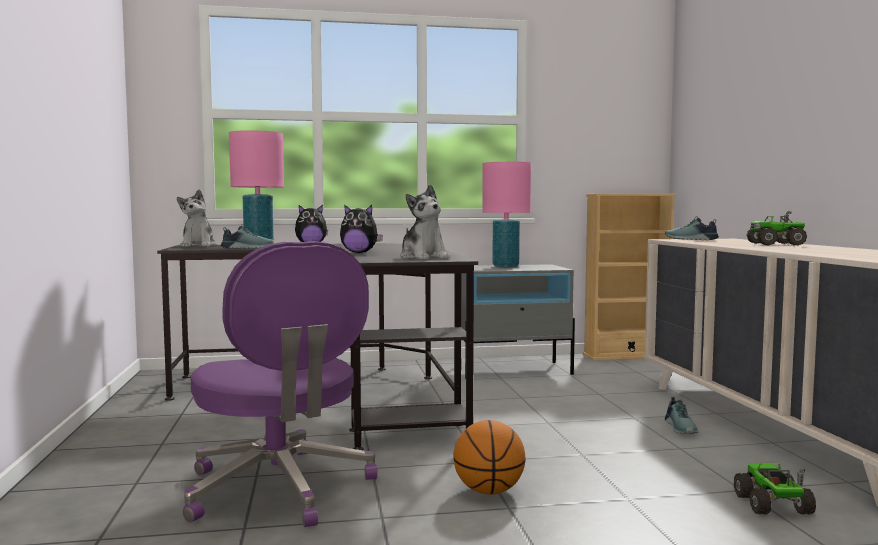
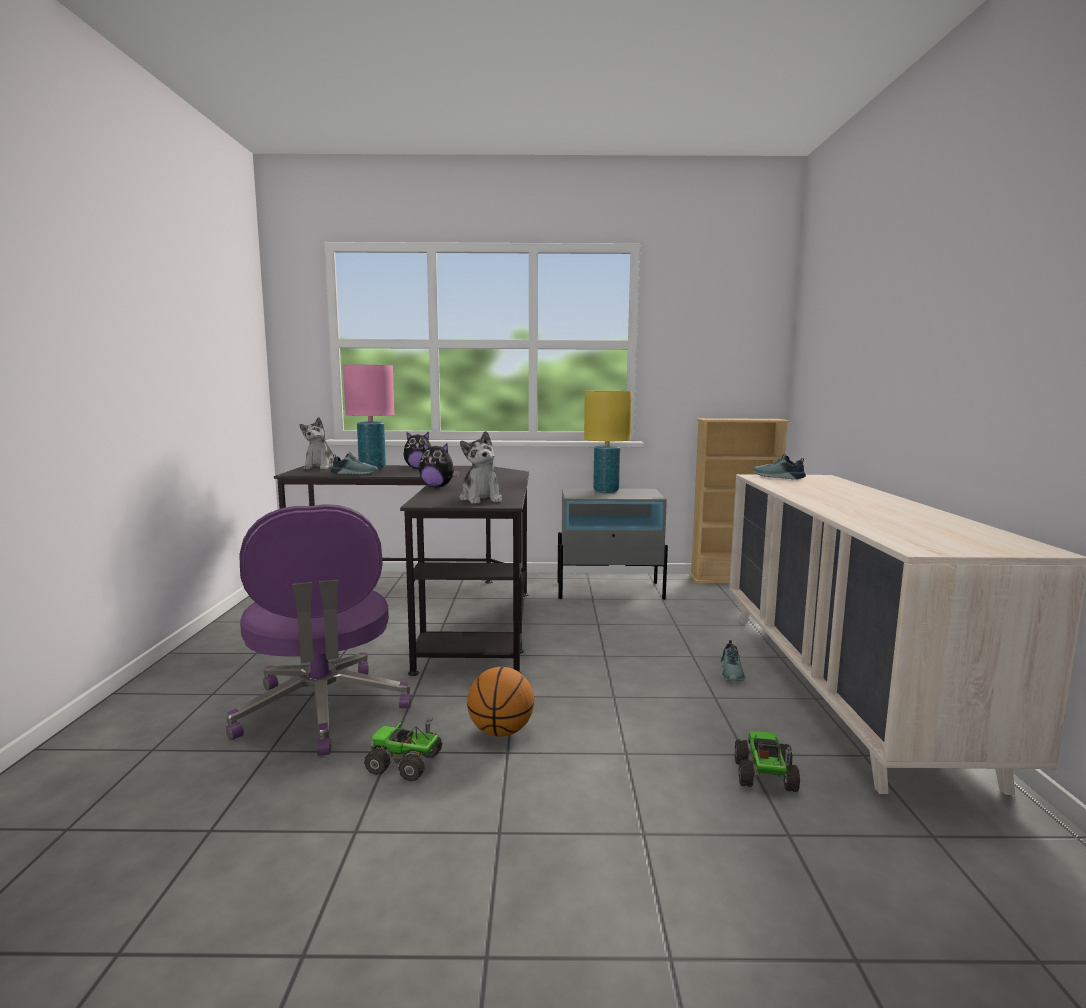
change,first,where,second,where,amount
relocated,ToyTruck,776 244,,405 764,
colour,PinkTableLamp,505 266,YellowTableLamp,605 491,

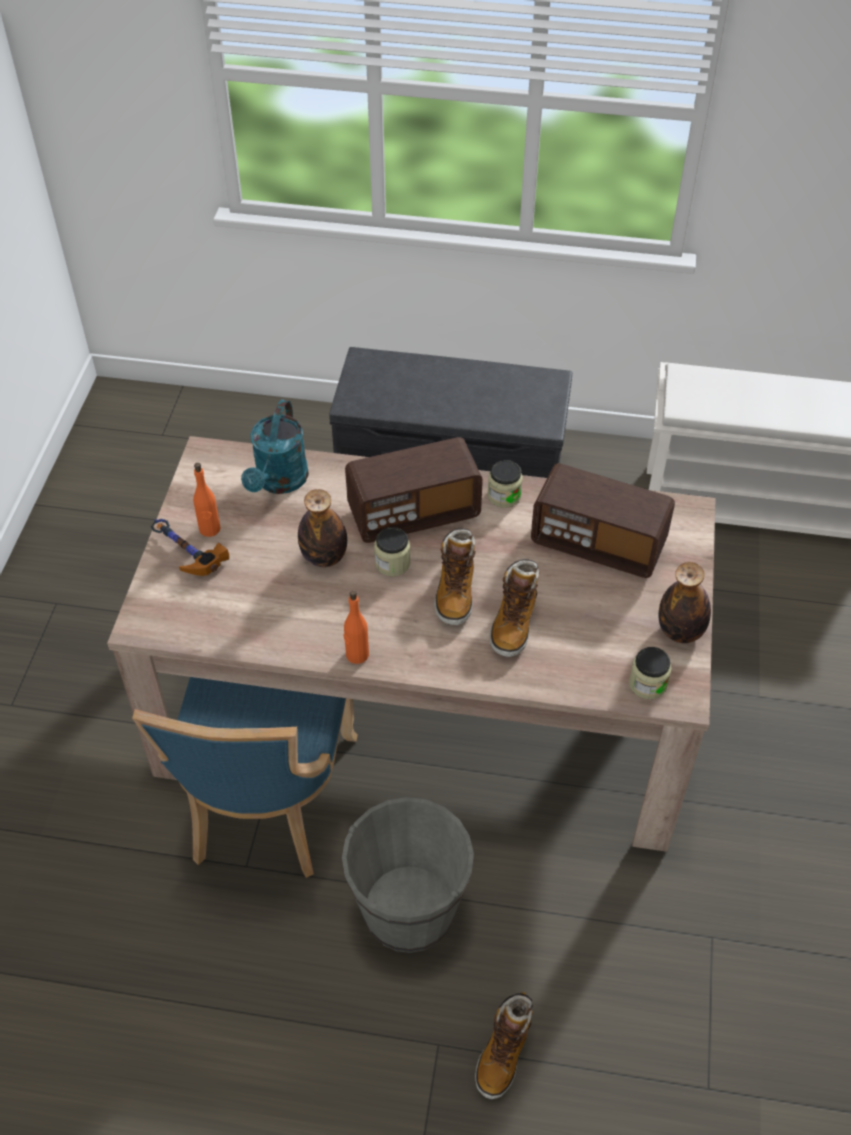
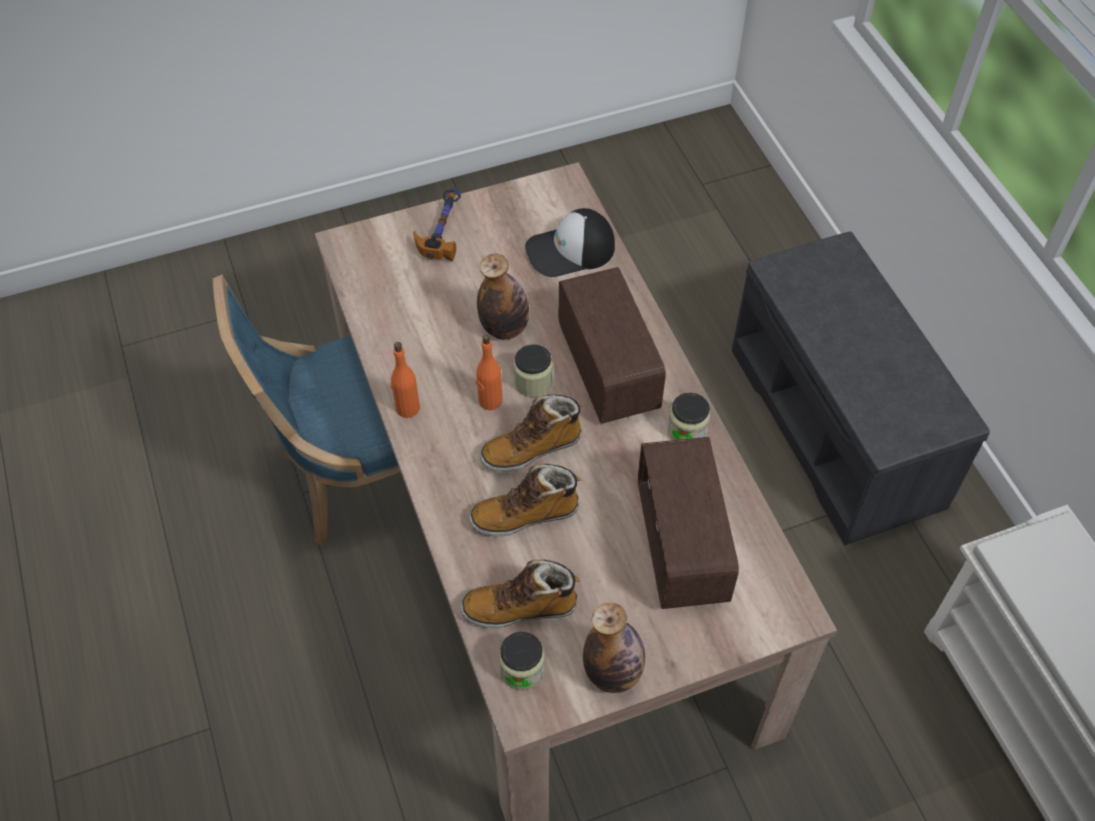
change,first,where,second,where,amount
missing,GreyBucket,409 910,,,
relocated,OrangeBottle,209 529,,490 401,
relocated,Boot,503 1053,,520 607,
exchanged,TurquoiseWateringCan,279 482,Cap,570 250,
spun,Radio,413 513,,607 368,150 degrees counterclockwise

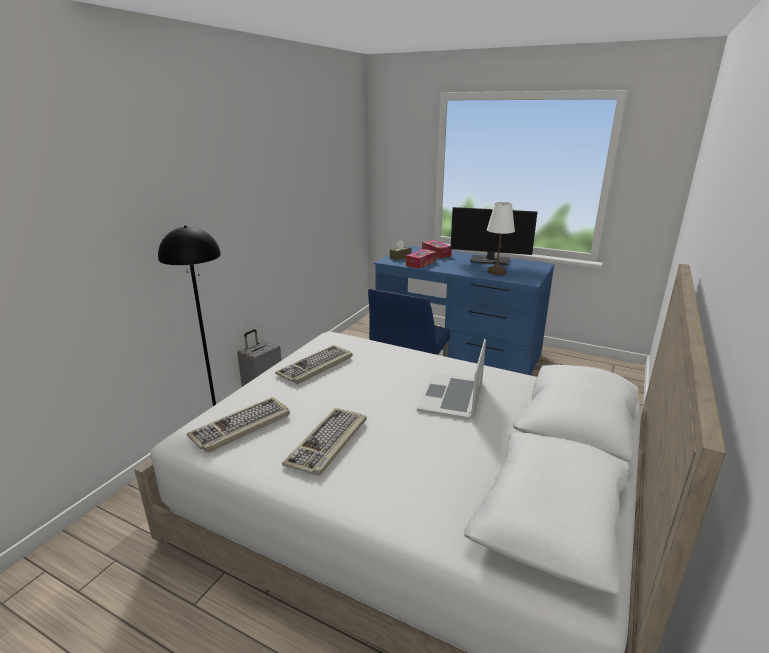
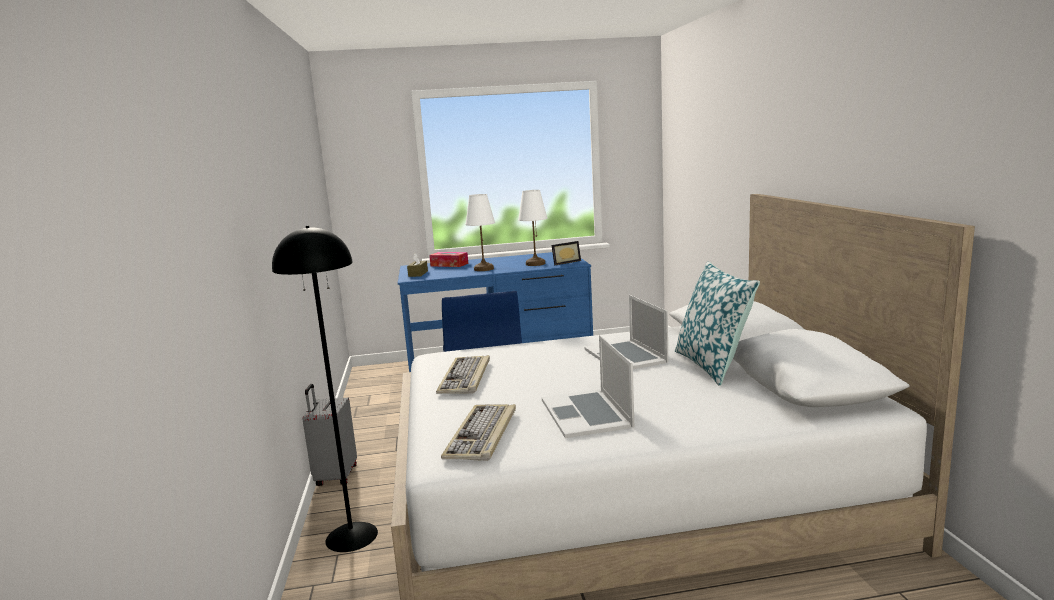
change,first,where,second,where,amount
missing,TissueBox,421 263,,,
missing,Monitor,490 260,,,
appeared,,,WhiteTableLamp,484 269,
appeared,,,PictureFrame,565 262,
appeared,,,Pillow,713 365,
exchanged,Keyboard,328 443,Laptop,586 413,

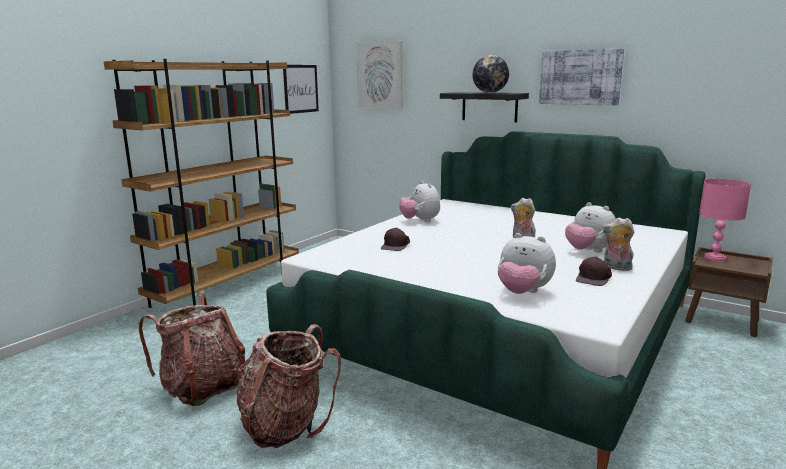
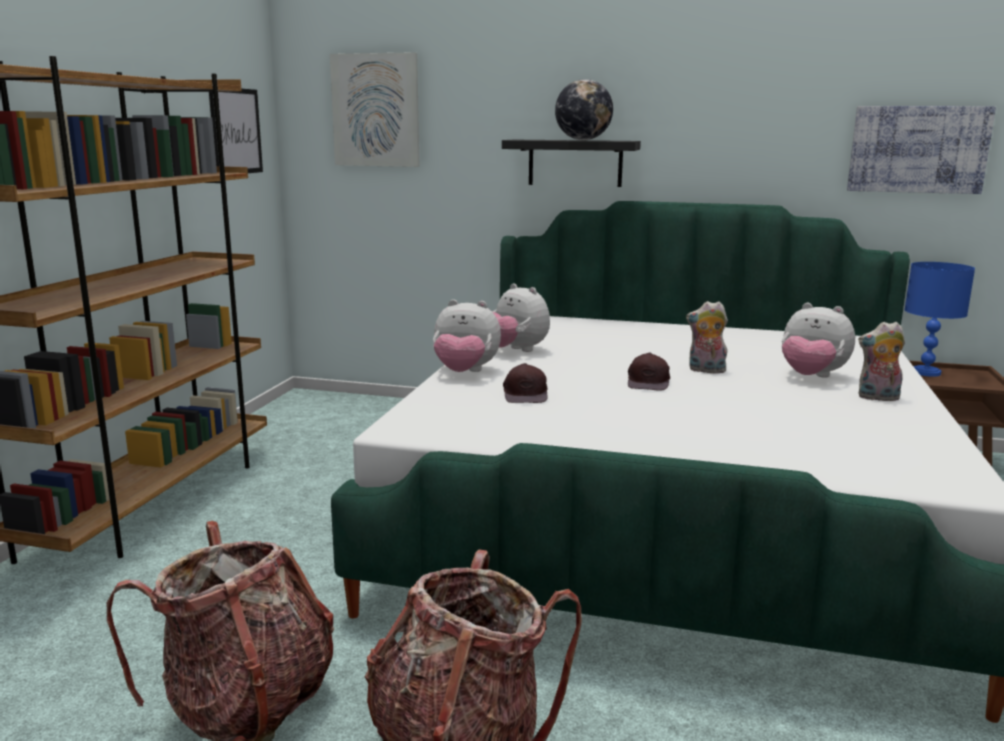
change,first,where,second,where,amount
relocated,PlushToy,523 292,,465 372,
relocated,Picture,580 77,,918 149,
relocated,BrownCap,594 278,,649 382,
colour,PinkTableLamp,714 258,BlueTableLamp,926 372,

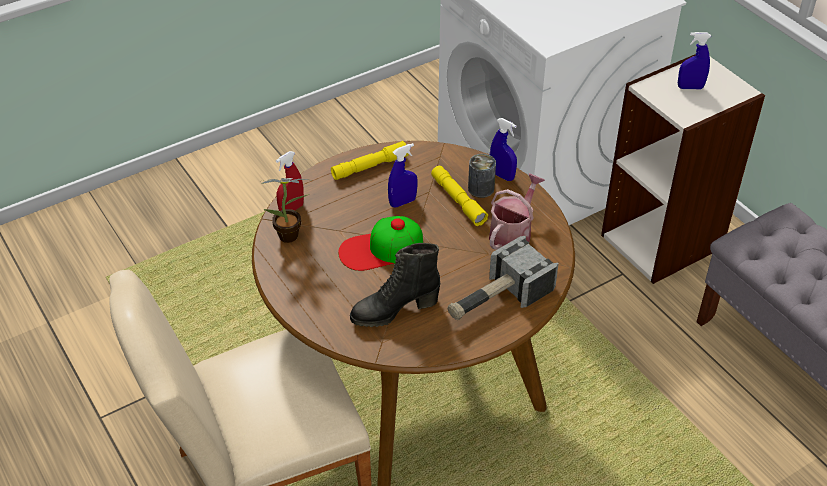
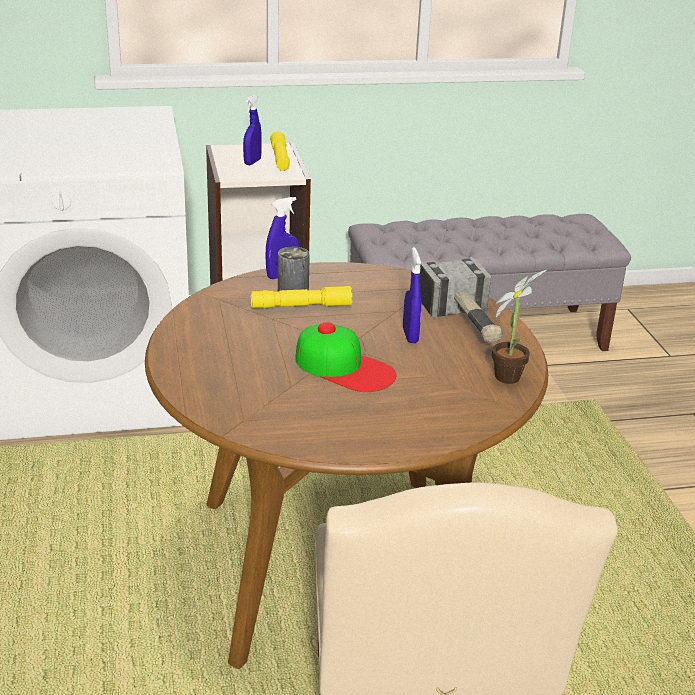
change,first,where,second,where,amount
missing,RedSprayBottle,291 209,,,
missing,BlackBoot,394 310,,,
missing,WateringCan,513 233,,,
relocated,PottedPlant,292 236,,509 375,
relocated,YellowFlashlight,369 167,,280 158,
relocated,BlueSprayBottle,402 202,,410 336,
spun,Cap,381 249,,344 367,60 degrees counterclockwise

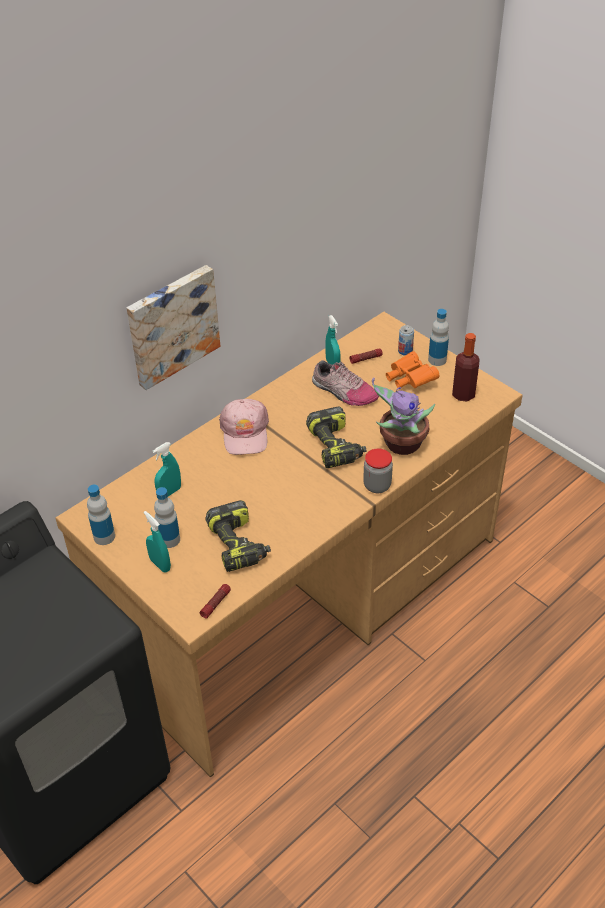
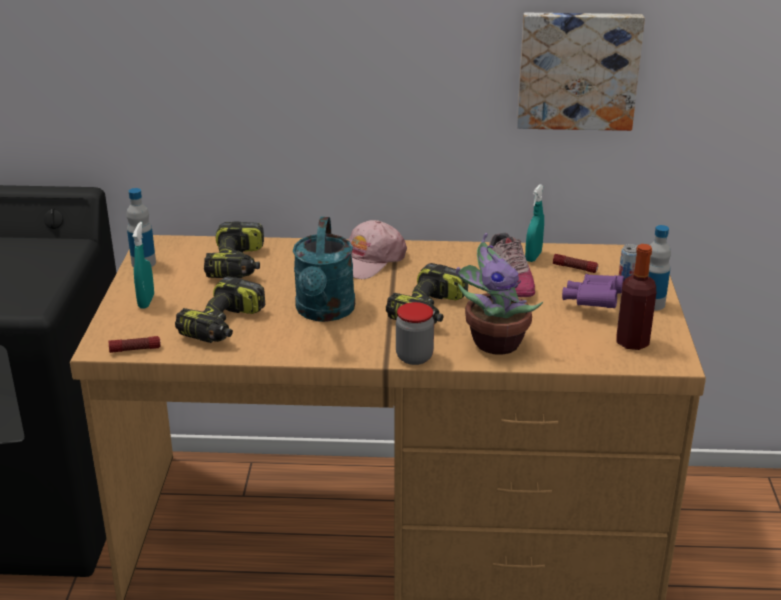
change,first,where,second,where,amount
missing,Bottle,169 539,,,
appeared,,,TurquoiseWateringCan,324 312,
relocated,Picture,171 325,,578 70,
exchanged,TurquoiseSprayBottle,169 492,PowerDrill,238 264,
colour,OrangeBinoculars,409 379,PurpleBinoculars,593 303,

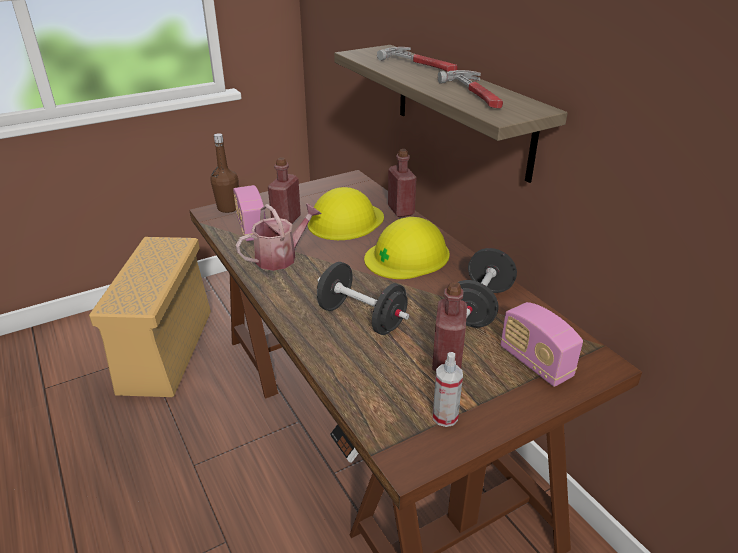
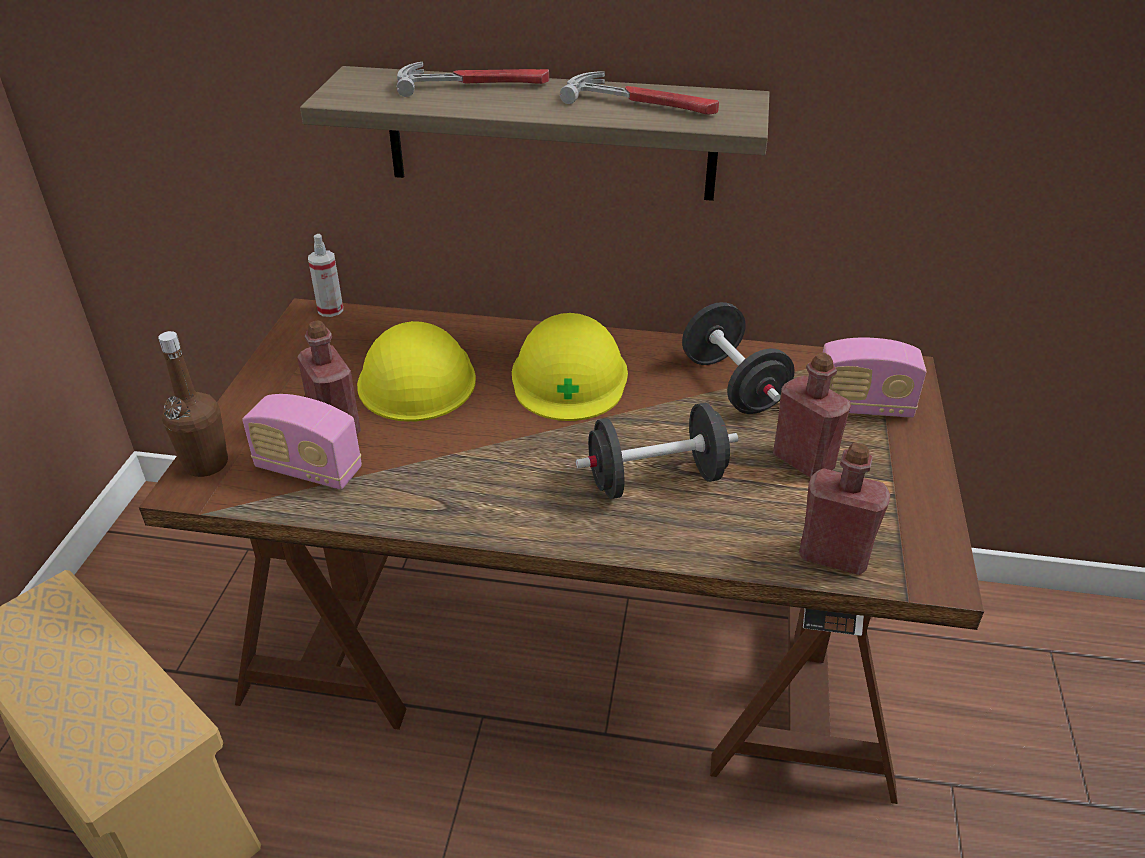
change,first,where,second,where,amount
missing,WateringCan,281 257,,,
relocated,RedBottle,401 210,,833 556,
relocated,SprayBottle,445 417,,330 310,

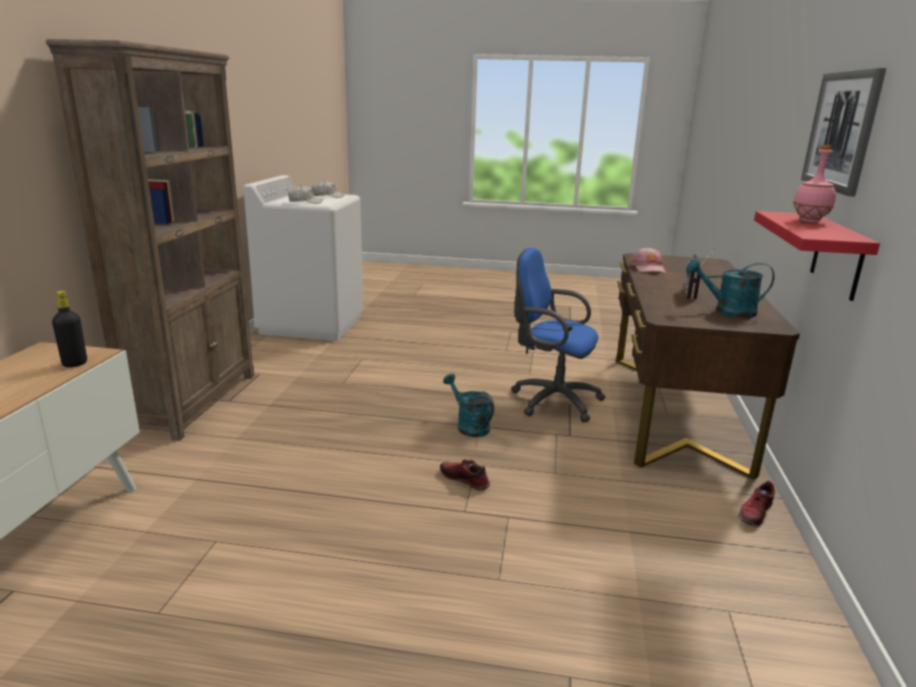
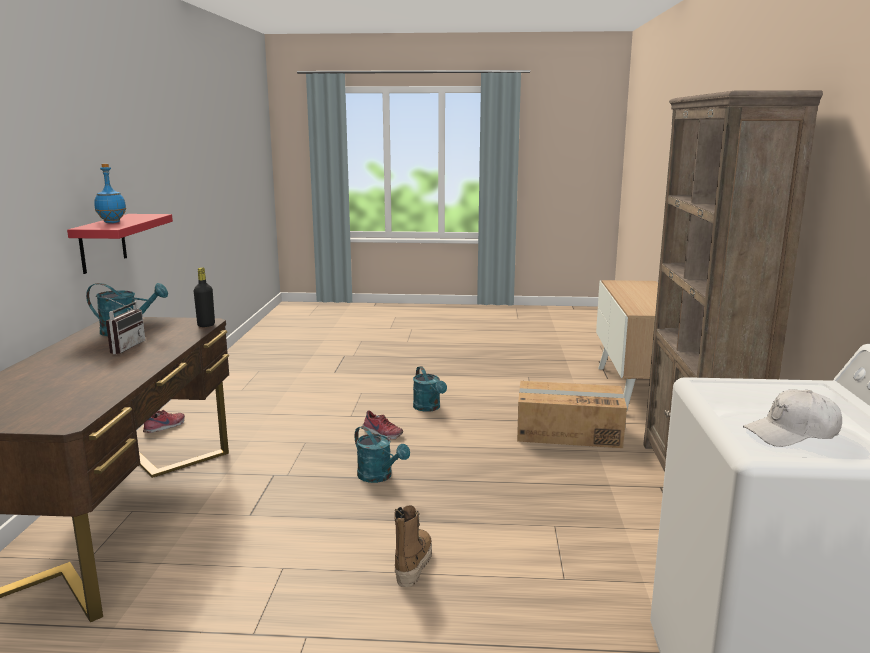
change,first,where,second,where,amount
missing,WhiteCap,305 202,,,
missing,BlueOfficeChair,551 400,,,
missing,PinkCap,648 268,,,
missing,Picture,841 131,,,
appeared,,,Boot,413 564,
appeared,,,TurquoiseWateringCan,429 408,
appeared,,,CardboardBox,568 431,
relocated,BlackBottle,75 363,,206 325,
colour,PinkBottle,810 221,BlueBottle,111 222,

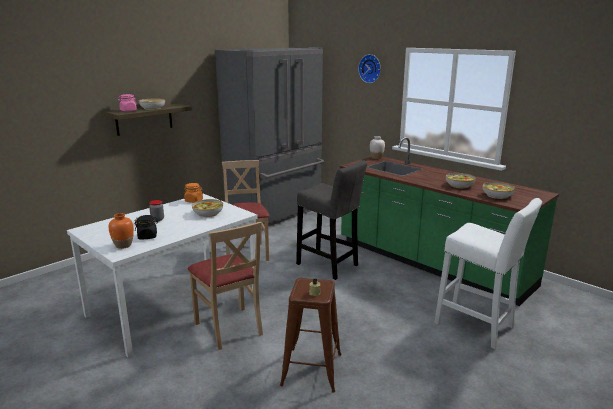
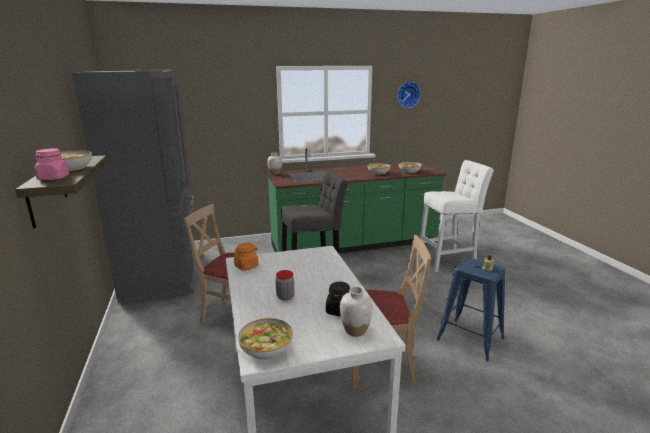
change,first,where,second,where,amount
relocated,Bowl,208 213,,266 347,
relocated,WallClock,370 68,,407 94,
colour,OrangeVase,123 245,WhiteVase,355 331,
colour,BrownStool,312 369,BlueStool,469 339,

